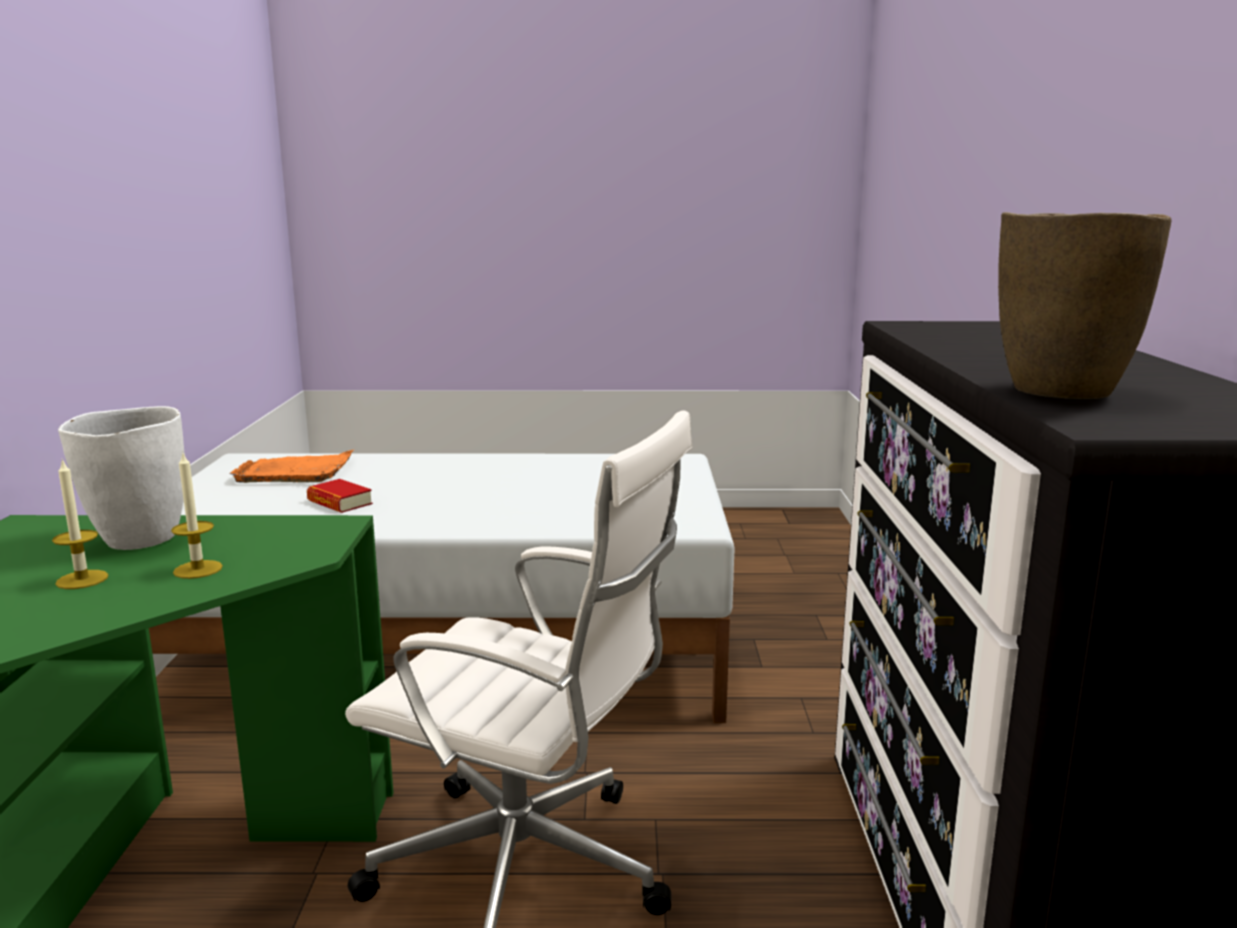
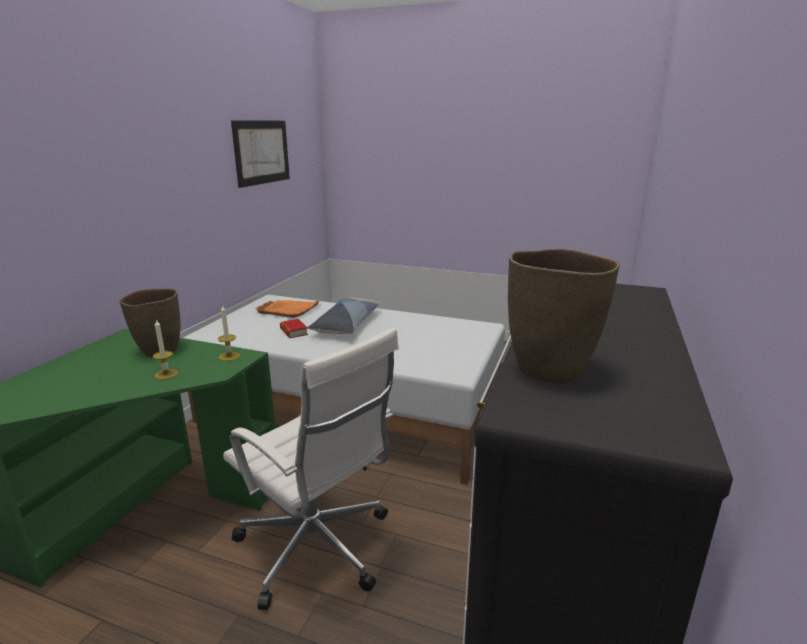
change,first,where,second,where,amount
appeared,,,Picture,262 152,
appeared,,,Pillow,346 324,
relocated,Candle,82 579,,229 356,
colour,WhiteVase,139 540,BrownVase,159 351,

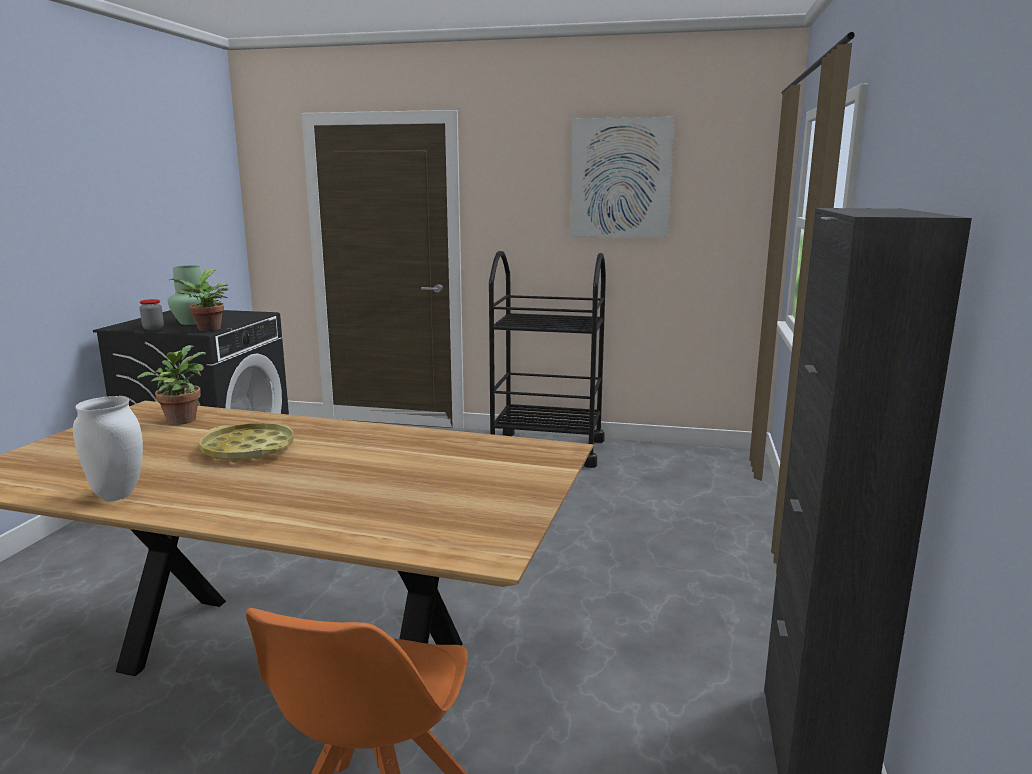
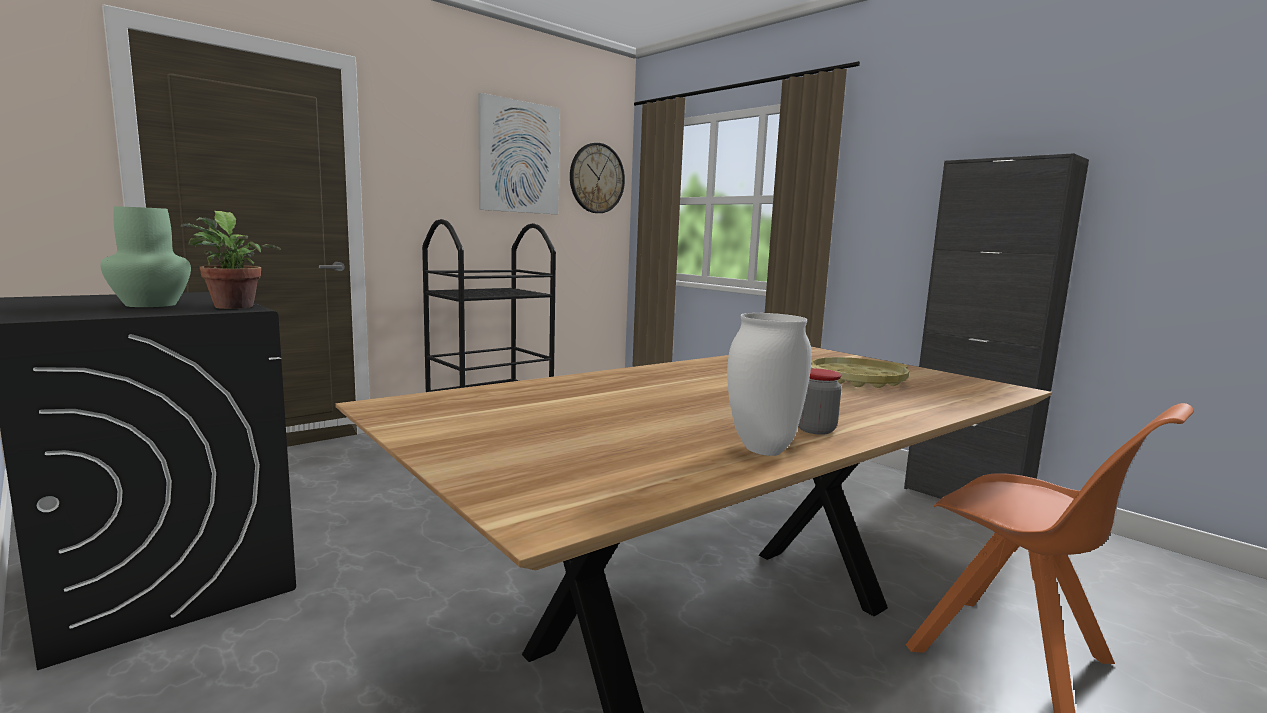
change,first,where,second,where,amount
missing,PottedPlant,181 419,,,
appeared,,,WallClock,596 178,
relocated,Jar,153 329,,815 429,
relocated,YellowTray,248 450,,857 380,

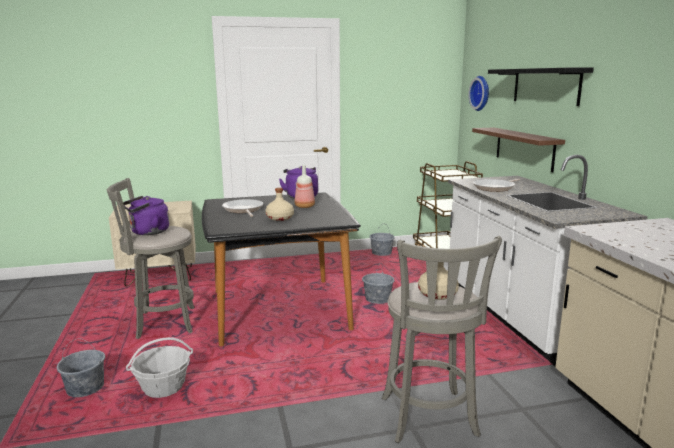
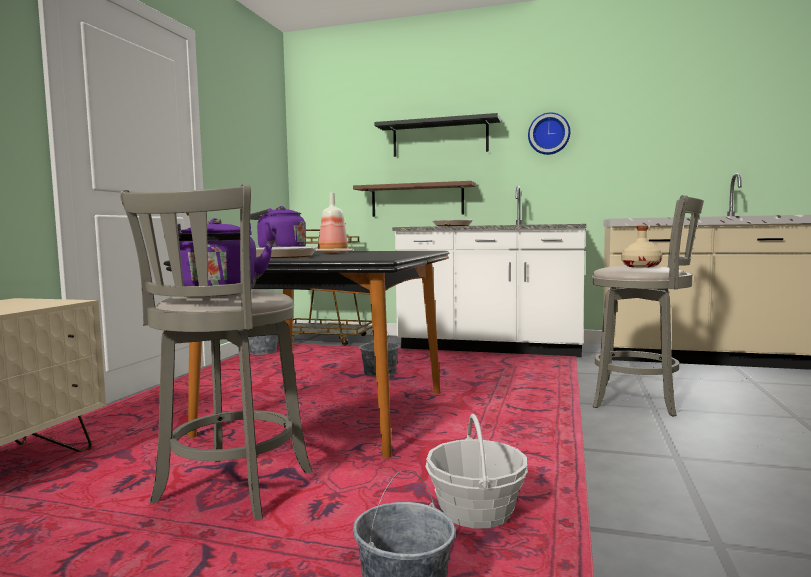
change,first,where,second,where,amount
missing,BeigeBottle,279 218,,,
relocated,WallClock,481 93,,549 134,

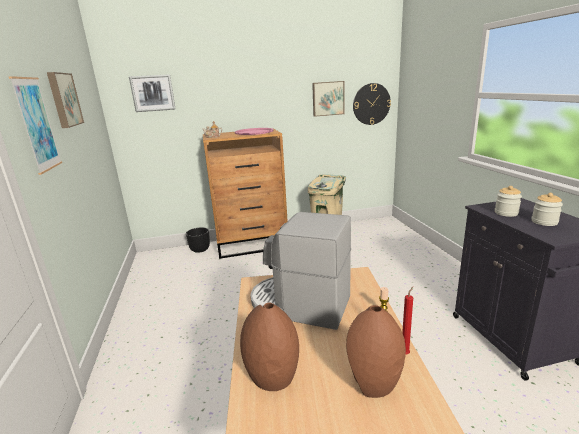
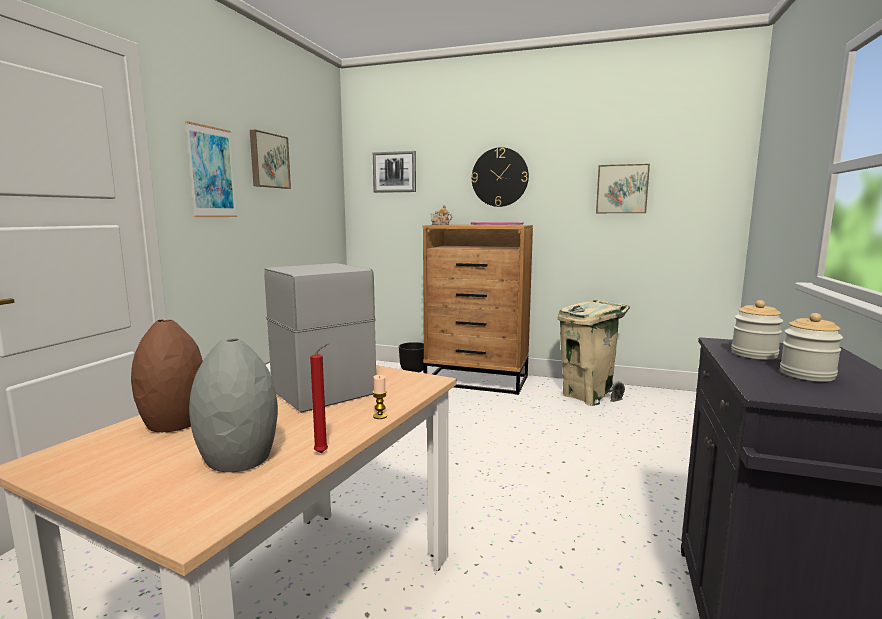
change,first,where,second,where,amount
relocated,WallClock,371 104,,499 177,
colour,BrownVase,373 383,GreyVase,238 460,

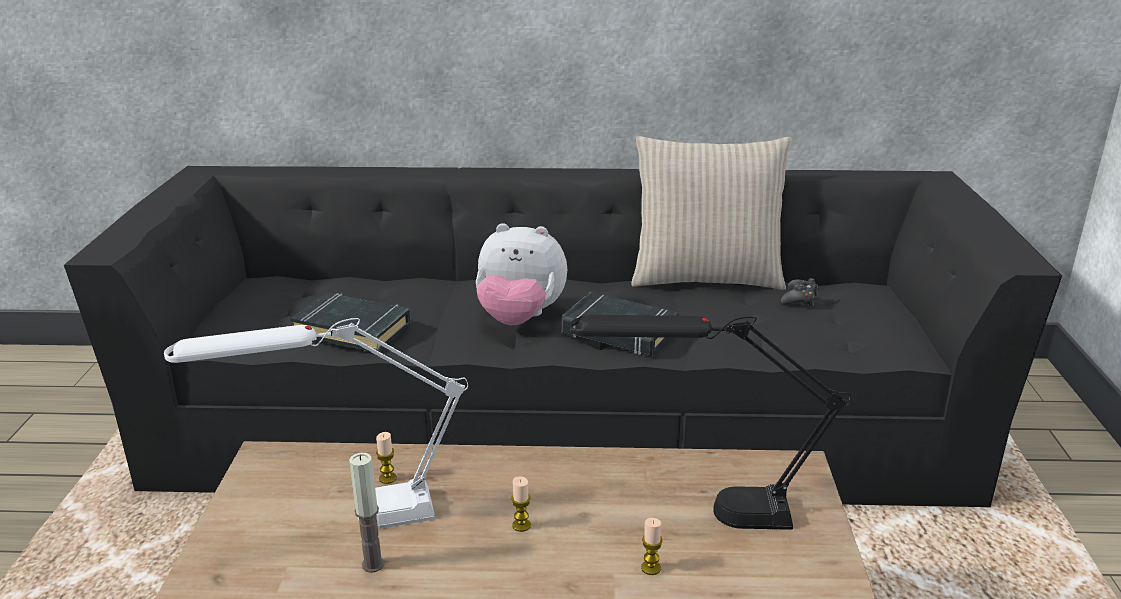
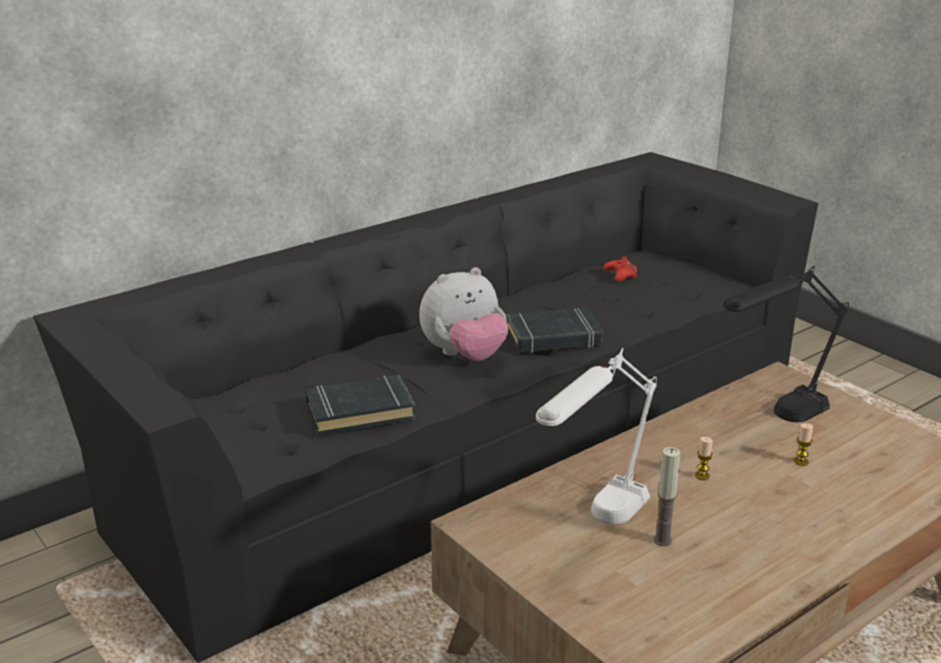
change,first,where,second,where,amount
missing,Candle,387 478,,,
missing,BeigePillow,706 277,,,
colour,BlackGameController,799 299,RedGameController,621 275,

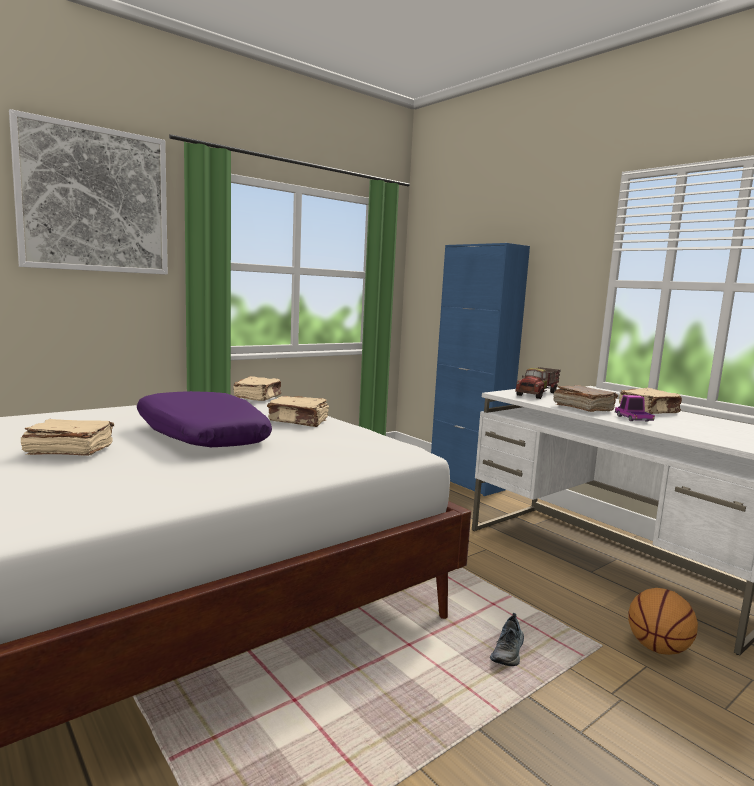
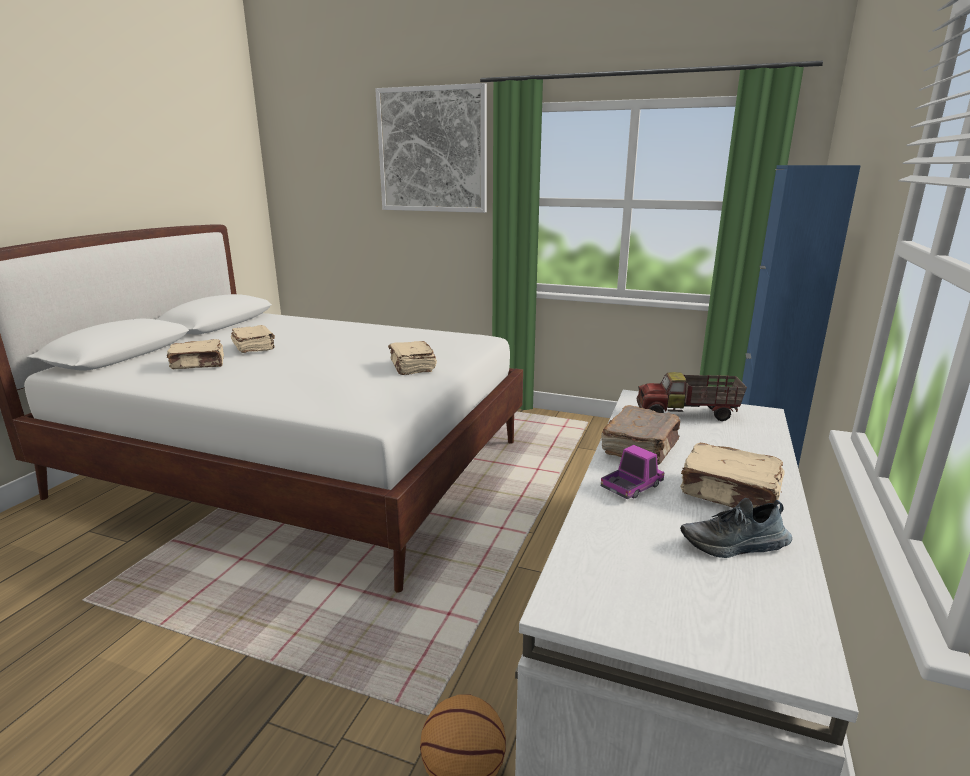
change,first,where,second,where,amount
missing,PurplePillow,200 436,,,
relocated,BeigeBook,258 397,,199 364,
relocated,Shoe,508 652,,734 545,

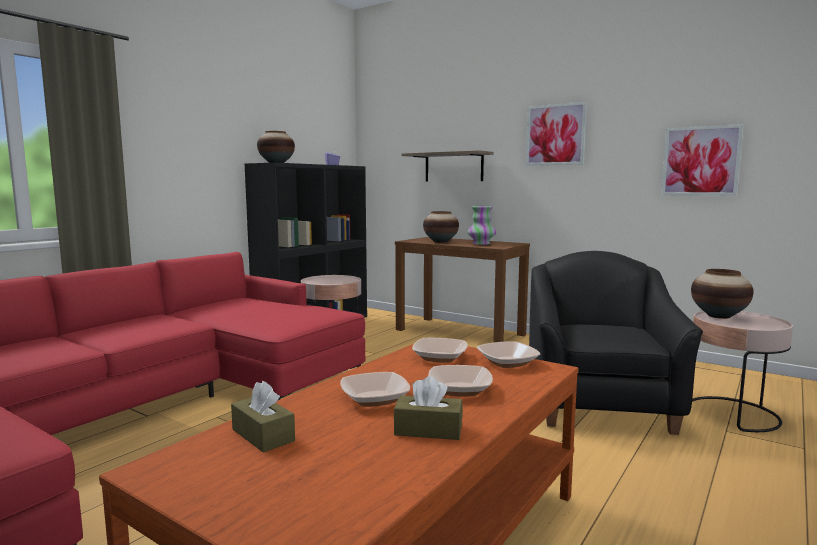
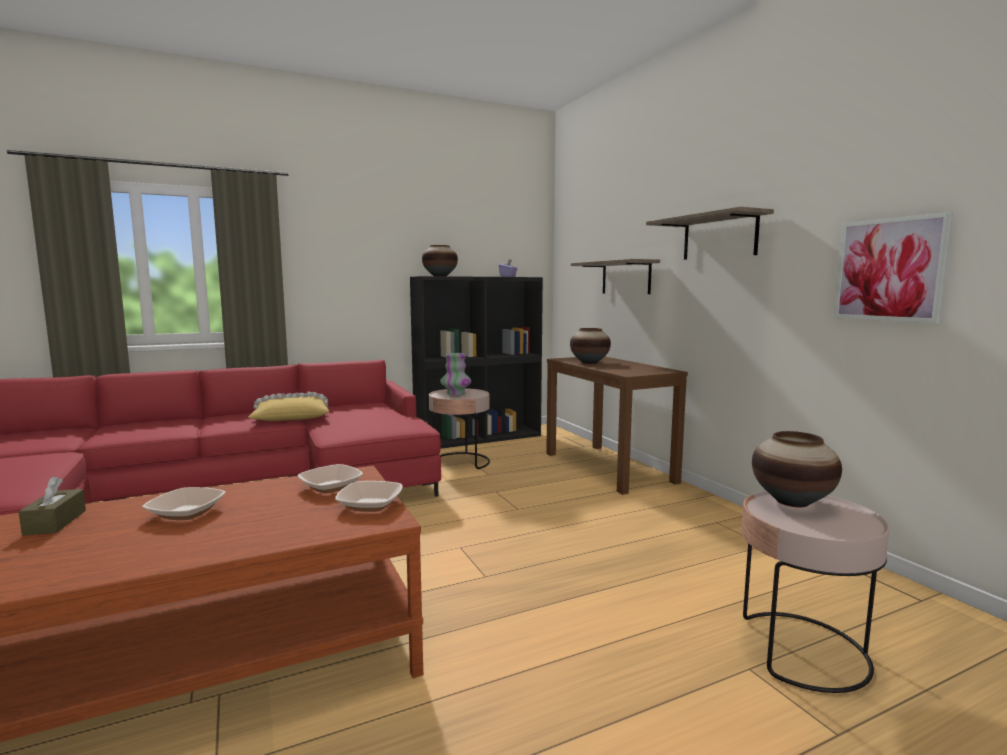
change,first,where,second,where,amount
missing,BrownTissueBox,428 430,,,
missing,Bowl,459 389,,,
missing,BlackArmchair,599 404,,,
appeared,,,YellowPillow,291 416,
relocated,Vase,481 244,,456 393,
exchanged,Picture,555 135,Shelf,719 237,

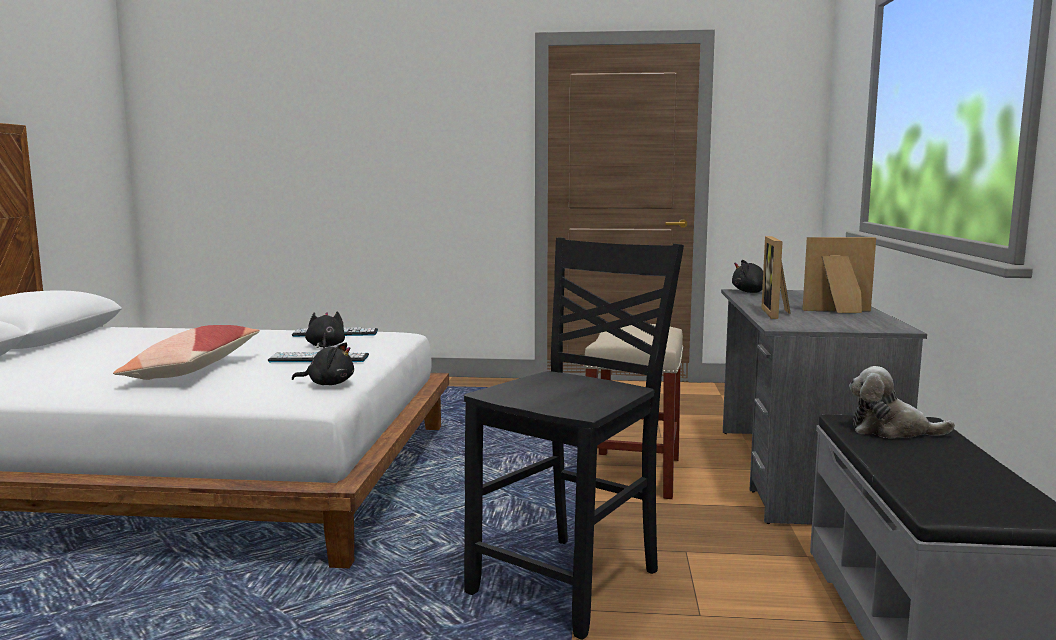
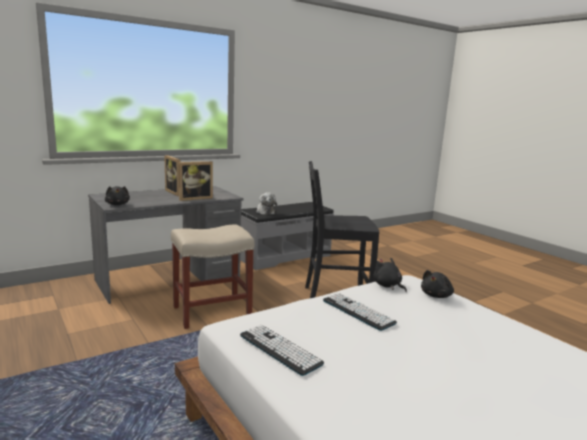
change,first,where,second,where,amount
missing,Pillow,193 369,,,
relocated,BlackPlushToy,325 346,,436 295,

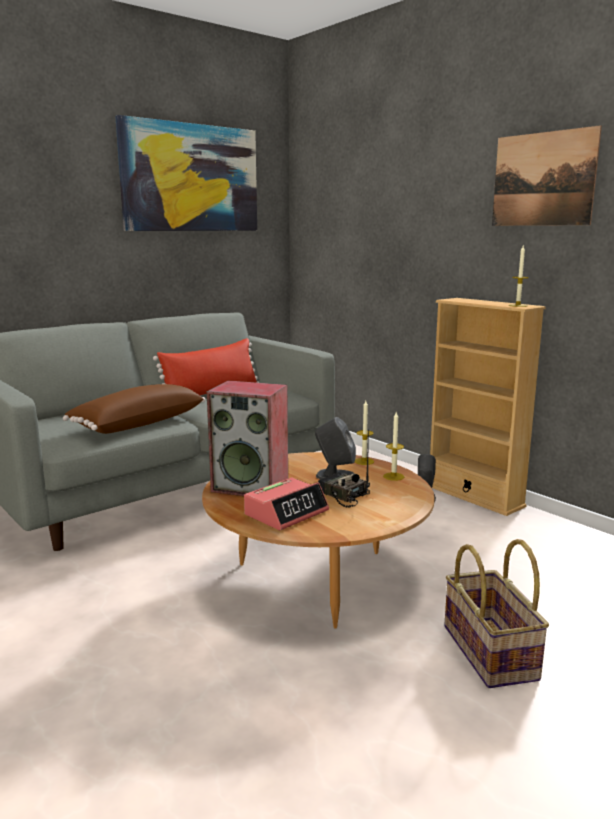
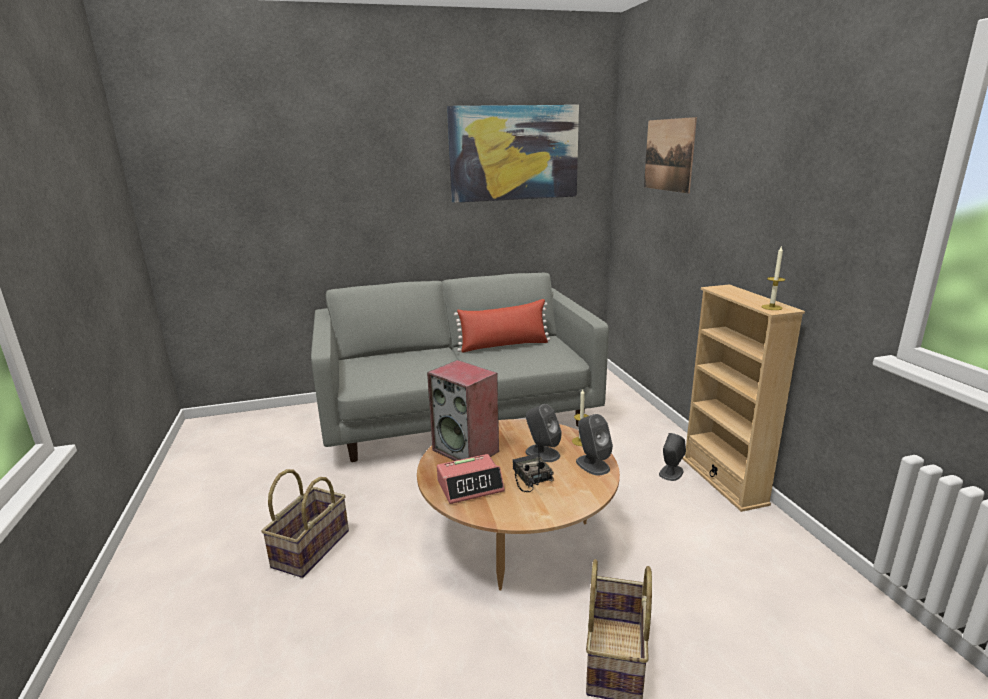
change,first,where,second,where,amount
missing,BrownPillow,137 424,,,
appeared,,,Basket,310 548,
relocated,Picture,543 179,,668 155,
exchanged,Candle,393 476,GreySpeaker,592 465,

